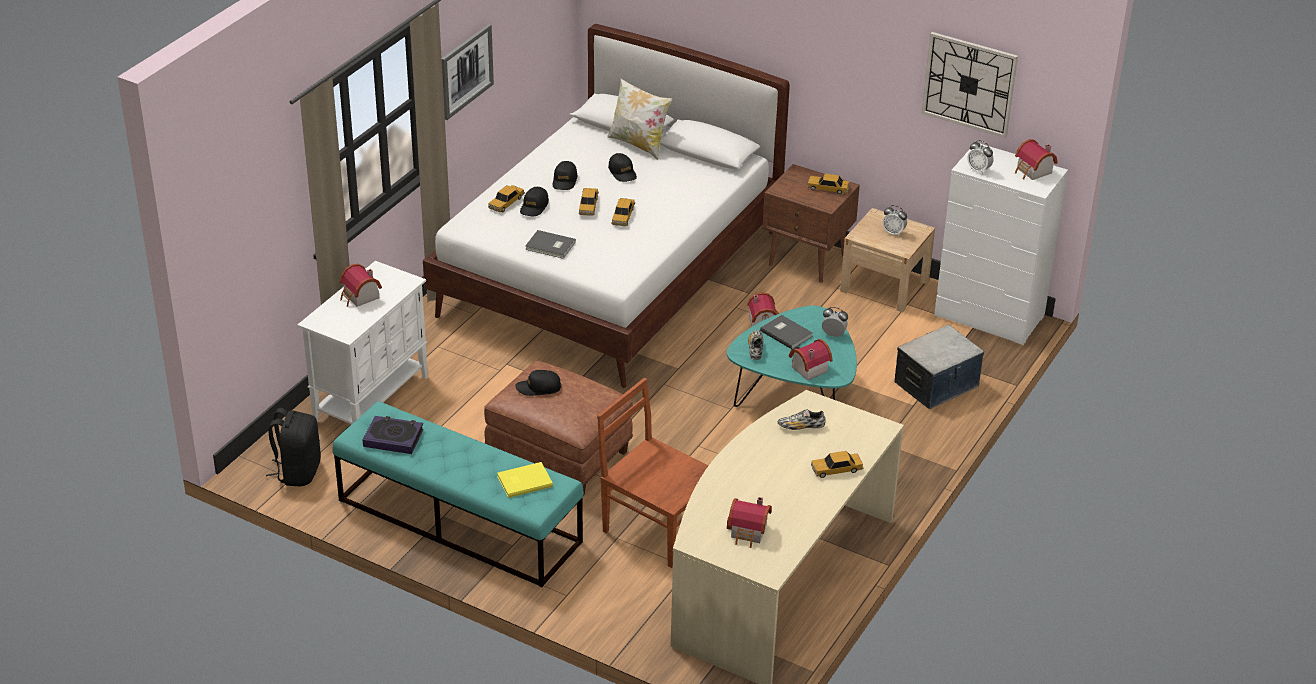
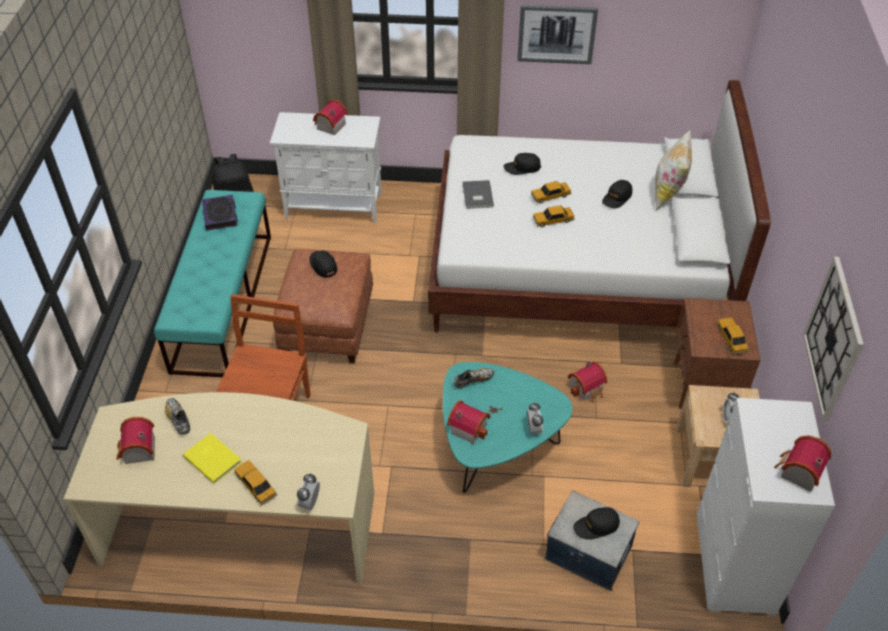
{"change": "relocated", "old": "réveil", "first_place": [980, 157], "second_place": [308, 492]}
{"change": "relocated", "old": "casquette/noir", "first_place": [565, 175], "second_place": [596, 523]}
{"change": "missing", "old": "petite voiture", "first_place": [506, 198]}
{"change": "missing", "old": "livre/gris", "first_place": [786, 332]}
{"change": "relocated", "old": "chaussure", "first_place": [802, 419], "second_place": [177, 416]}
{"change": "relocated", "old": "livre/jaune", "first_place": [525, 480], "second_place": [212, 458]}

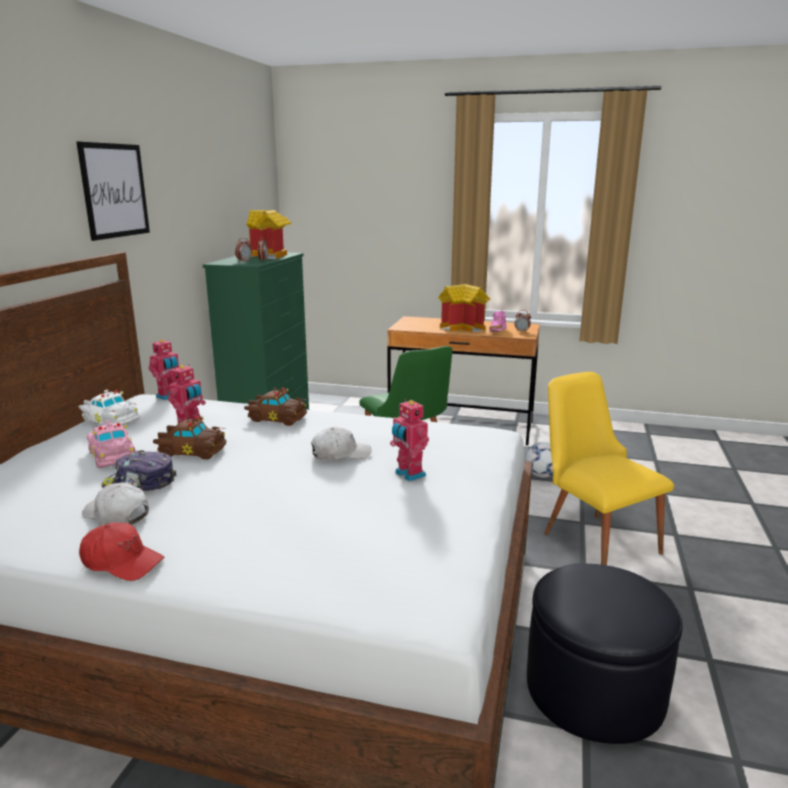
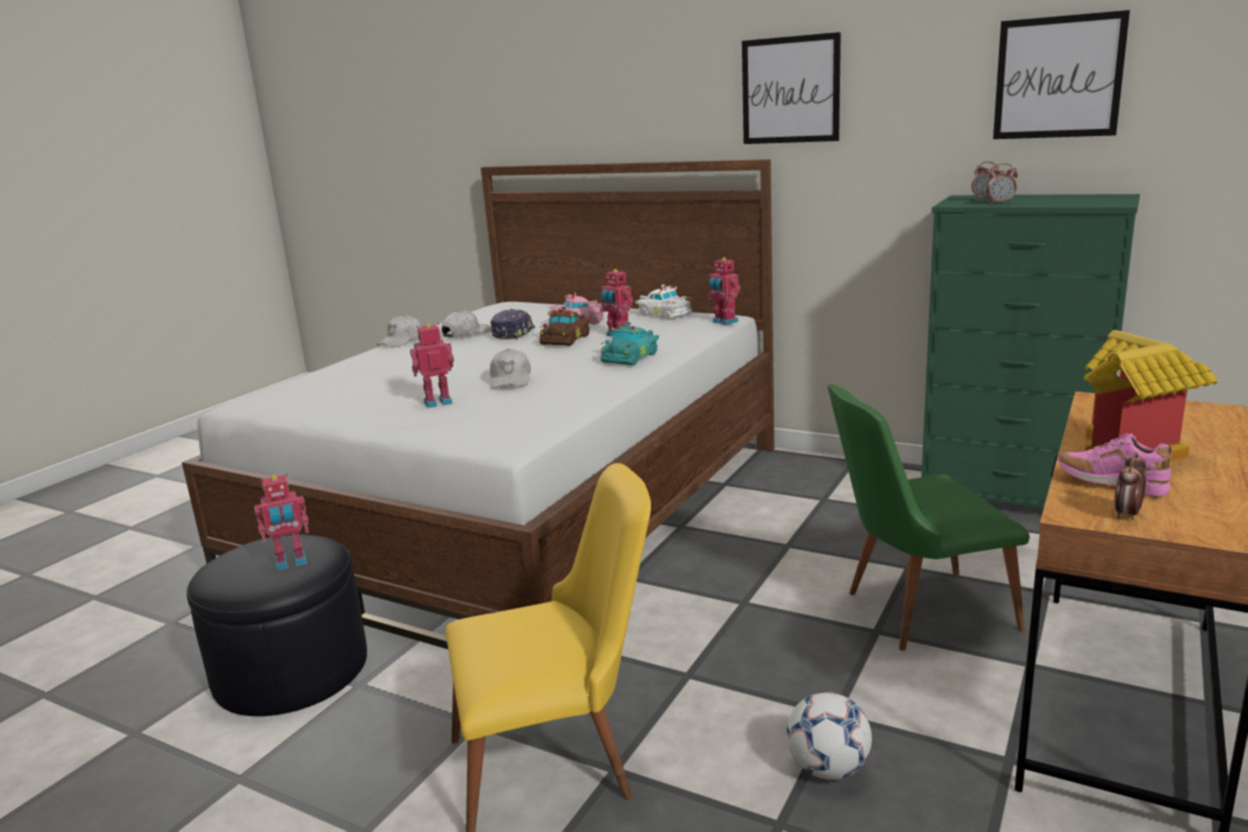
{"change": "missing", "old": "maison miniature", "first_place": [269, 234]}
{"change": "colour", "old": "petite voiture/marron", "new": "petite voiture/turquoise", "first_place": [275, 406], "second_place": [629, 343]}
{"change": "spun", "old": "petite voiture/blanc", "first_place": [109, 407], "second_place": [663, 302], "degrees": -90}
{"change": "colour", "old": "casquette/rouge", "new": "casquette/blanc", "first_place": [121, 551], "second_place": [400, 331]}
{"change": "appeared", "new": "tableau", "second_place": [1061, 74]}
{"change": "appeared", "new": "robot jouet", "second_place": [281, 522]}

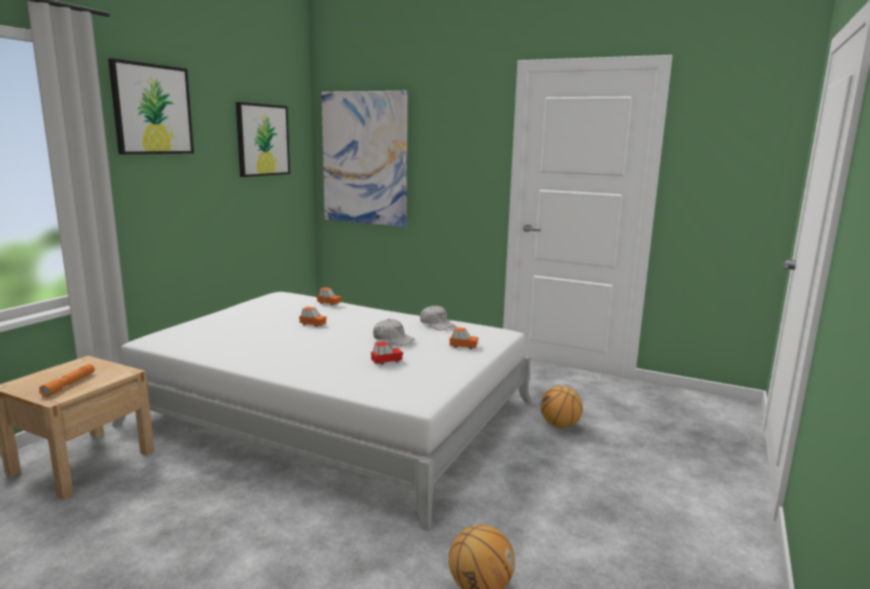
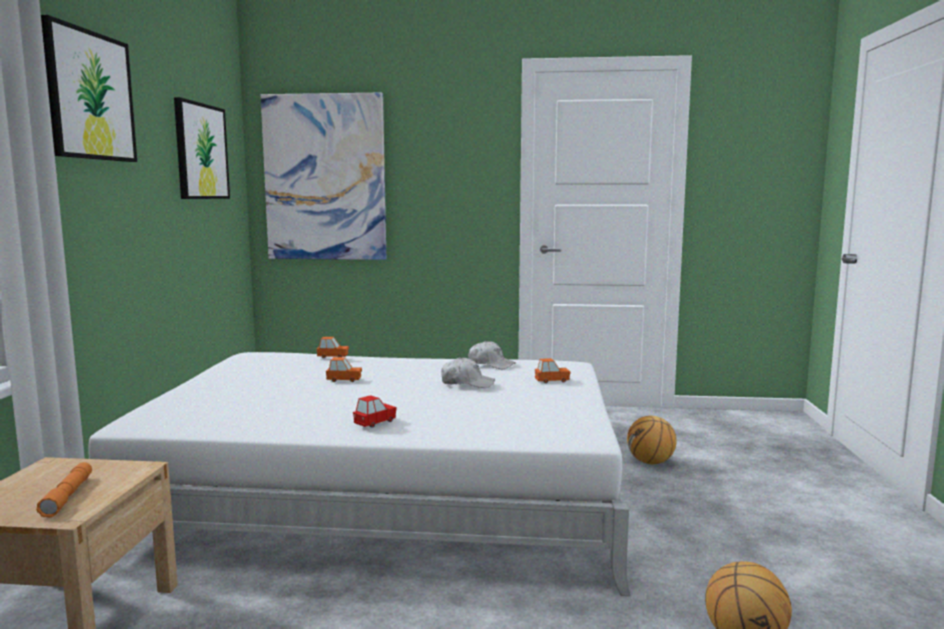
{"change": "relocated", "old": "petite voiture/rouge", "first_place": [387, 353], "second_place": [375, 411]}

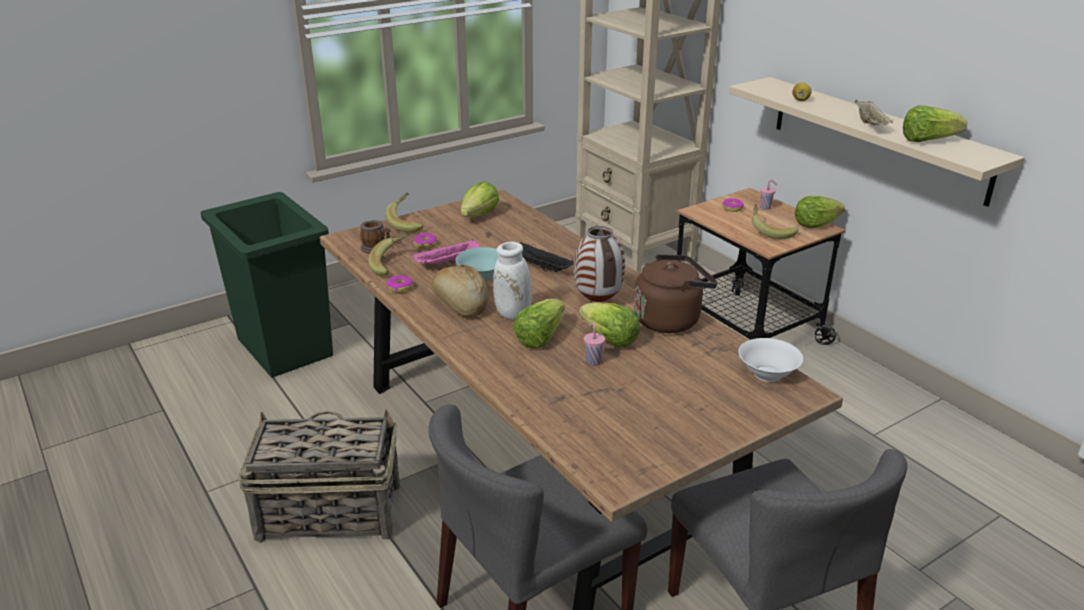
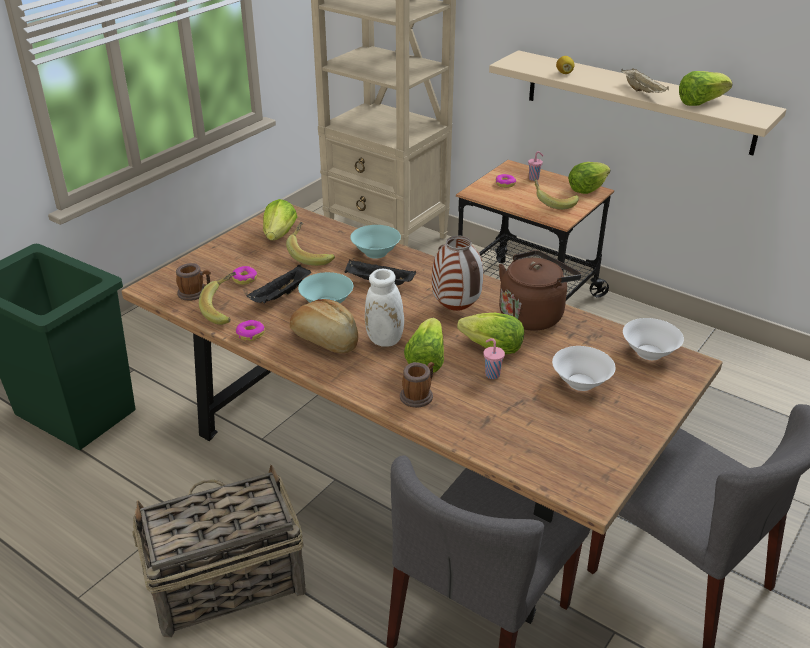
{"change": "relocated", "old": "banane", "first_place": [404, 213], "second_place": [310, 244]}
{"change": "colour", "old": "plateau/rose", "new": "plateau/noir", "first_place": [445, 251], "second_place": [279, 284]}
{"change": "appeared", "new": "bol/turquoise", "second_place": [375, 242]}
{"change": "appeared", "new": "bol/blanc", "second_place": [584, 368]}
{"change": "appeared", "new": "mug", "second_place": [417, 385]}

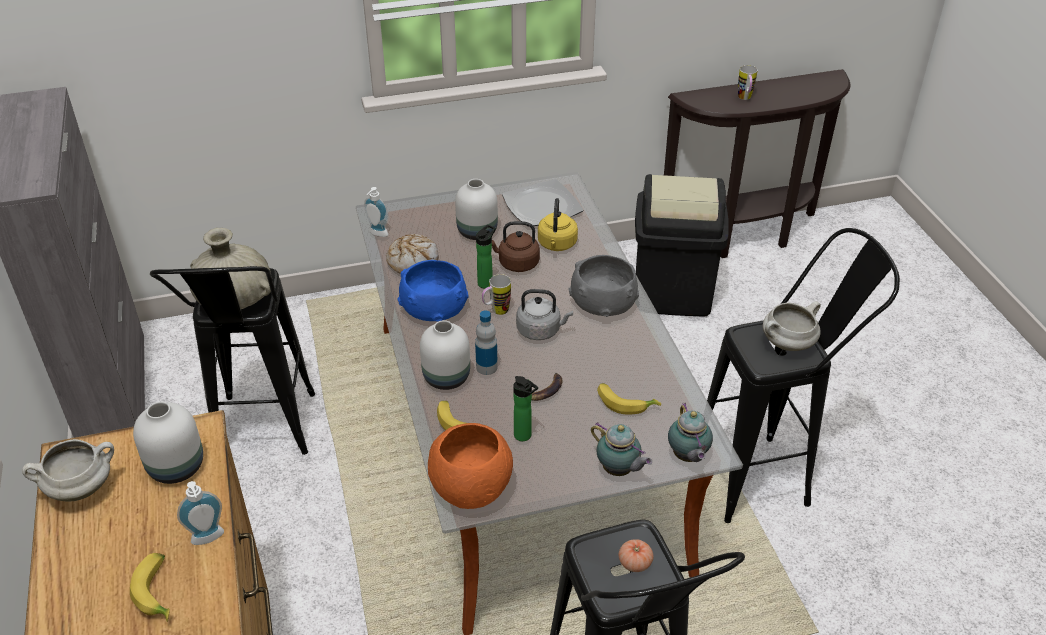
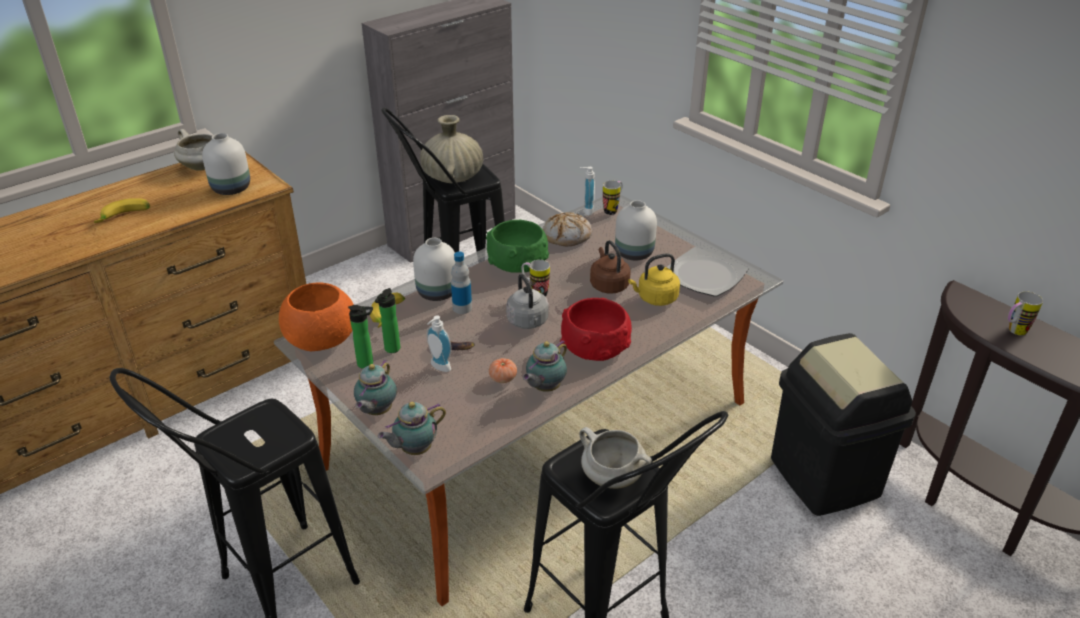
{"change": "relocated", "old": "bouteille", "first_place": [485, 257], "second_place": [360, 337]}
{"change": "colour", "old": "bol/gris", "new": "bol/rouge", "first_place": [604, 286], "second_place": [596, 329]}
{"change": "colour", "old": "bol/bleu", "new": "bol/vert", "first_place": [433, 291], "second_place": [517, 246]}
{"change": "missing", "old": "banane", "first_place": [629, 399]}
{"change": "relocated", "old": "distributeur de savon", "first_place": [200, 513], "second_place": [439, 343]}
{"change": "relocated", "old": "tomate", "first_place": [636, 555], "second_place": [503, 370]}
{"change": "appeared", "new": "mug", "second_place": [613, 198]}
{"change": "appeared", "new": "théière", "second_place": [545, 366]}

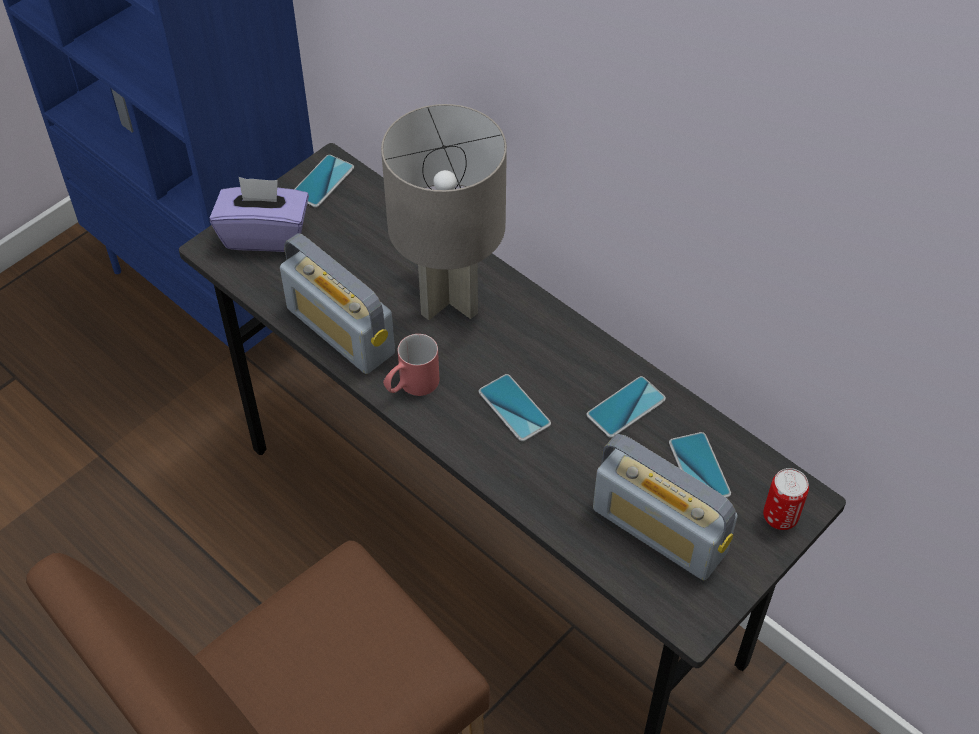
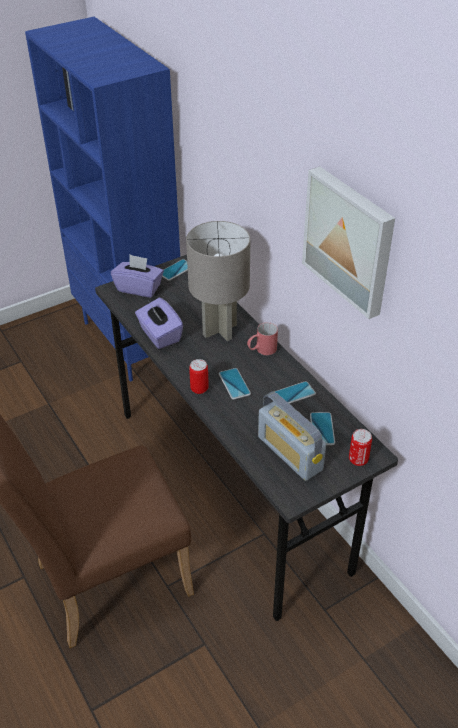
{"change": "exchanged", "old": "radio", "new": "boîte à mouchoirs/violet", "first_place": [337, 303], "second_place": [159, 323]}
{"change": "relocated", "old": "mug/rouge", "first_place": [411, 365], "second_place": [262, 338]}
{"change": "appeared", "new": "tableau", "second_place": [348, 243]}
{"change": "appeared", "new": "boîte métallique", "second_place": [199, 376]}

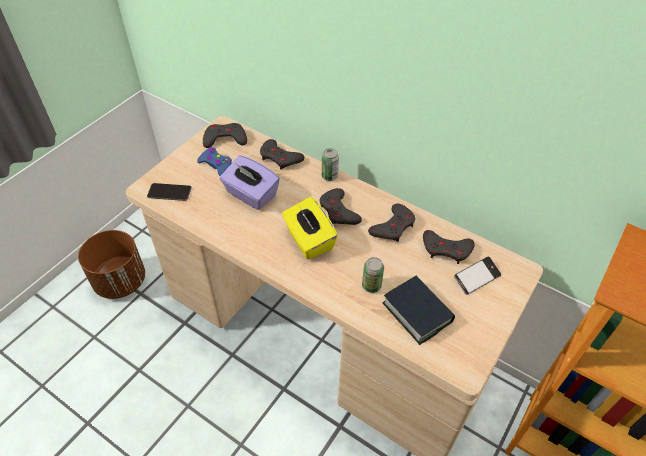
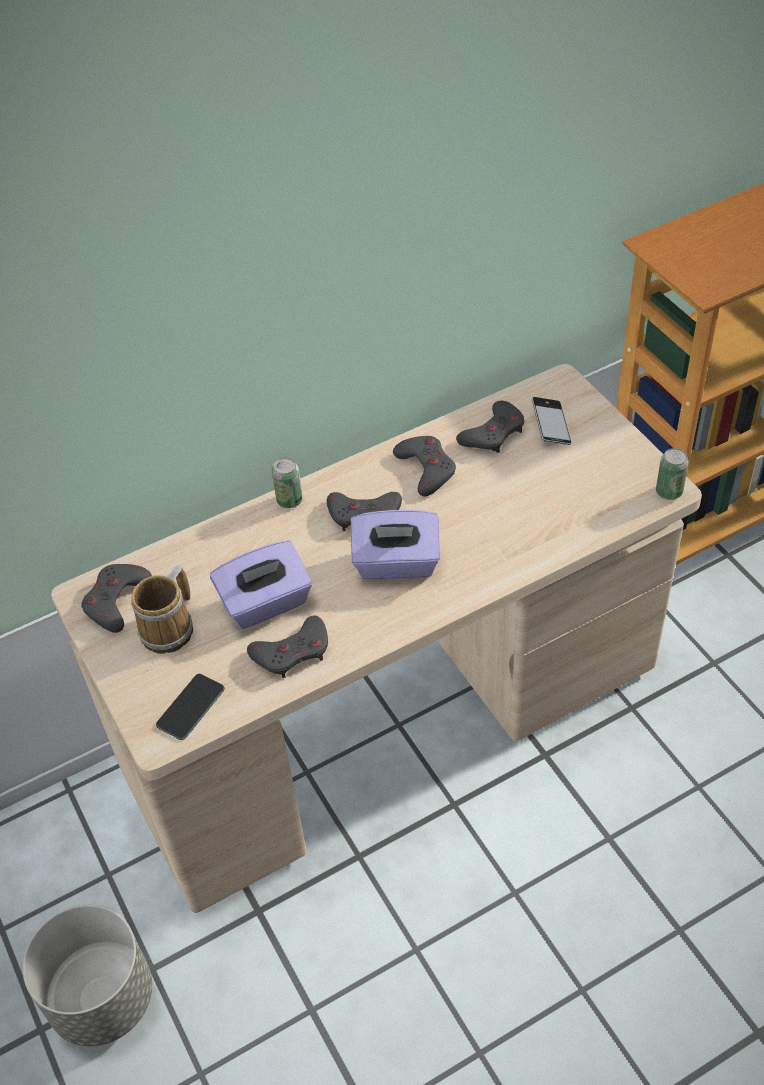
{"change": "relocated", "old": "manette/gris", "first_place": [282, 154], "second_place": [287, 647]}
{"change": "exchanged", "old": "manette/bleu", "new": "mug", "first_place": [214, 161], "second_place": [162, 609]}
{"change": "colour", "old": "boîte à mouchoirs/jaune", "new": "boîte à mouchoirs/violet", "first_place": [310, 228], "second_place": [395, 545]}
{"change": "colour", "old": "cache-pot/marron", "new": "cache-pot/gris", "first_place": [111, 264], "second_place": [87, 975]}
{"change": "relocated", "old": "boîte métallique", "first_place": [373, 275], "second_place": [672, 474]}
{"change": "missing", "old": "livre", "first_place": [419, 310]}

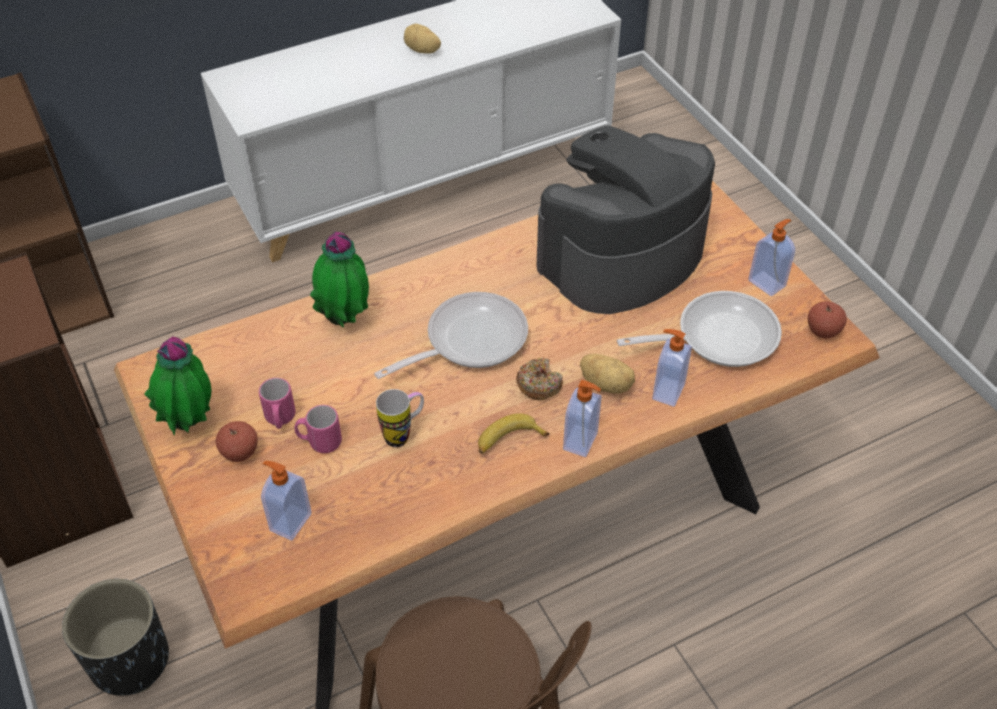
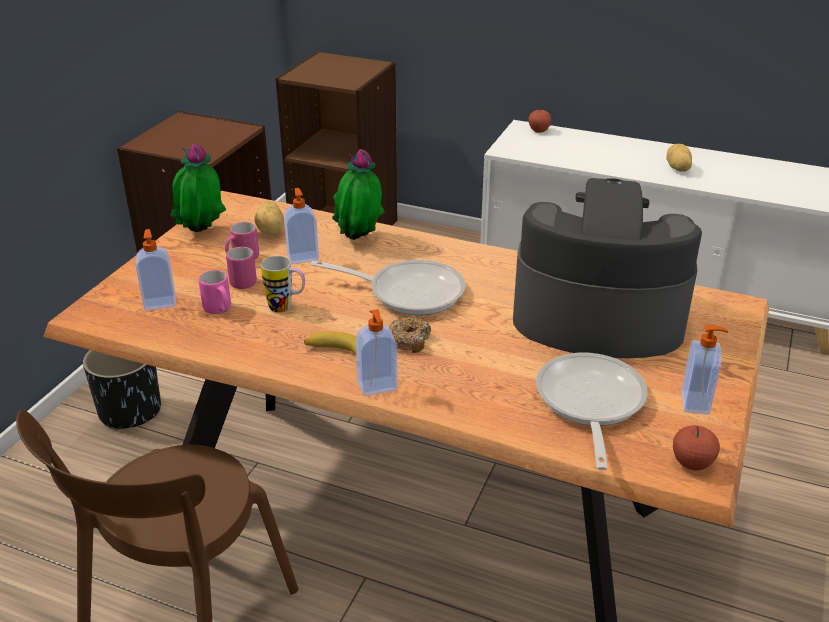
{"change": "spun", "old": "poêle", "first_place": [699, 329], "second_place": [592, 411], "degrees": -120}
{"change": "relocated", "old": "distributeur de savon", "first_place": [672, 368], "second_place": [301, 226]}
{"change": "relocated", "old": "pomme de terre", "first_place": [607, 374], "second_place": [269, 217]}
{"change": "relocated", "old": "pomme", "first_place": [237, 441], "second_place": [540, 121]}
{"change": "appeared", "new": "mug/rose", "second_place": [214, 292]}

